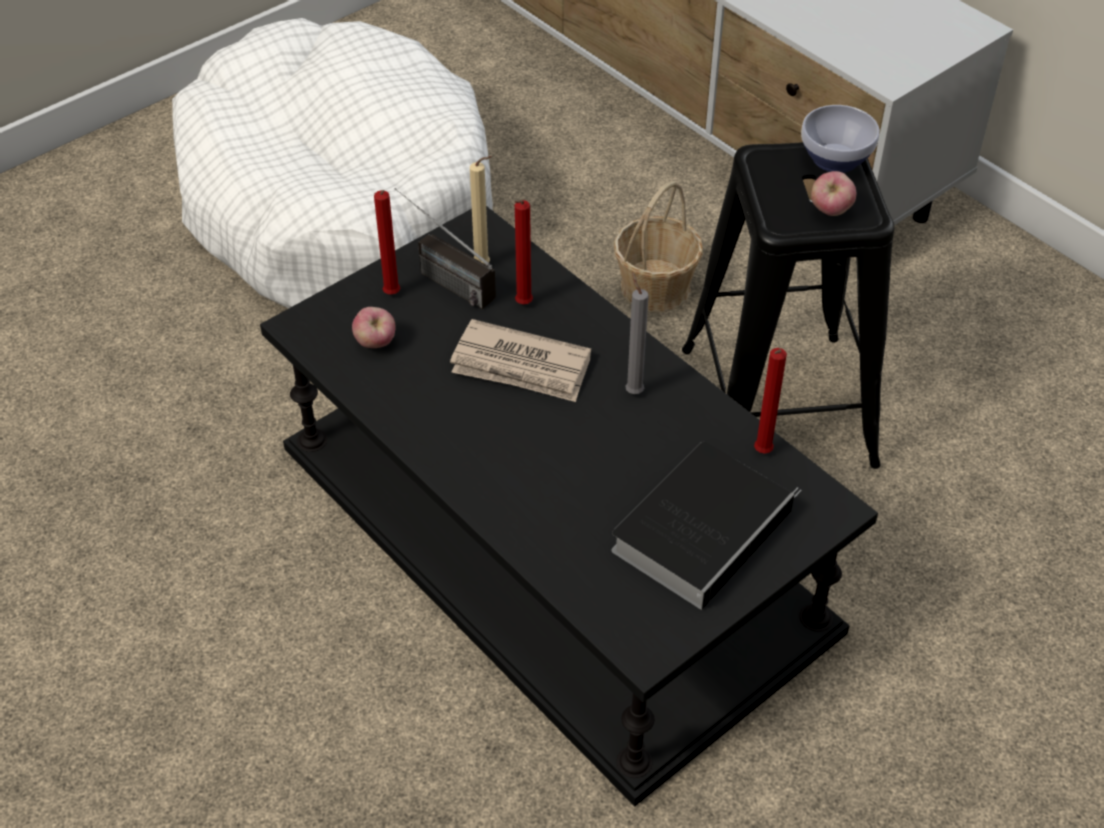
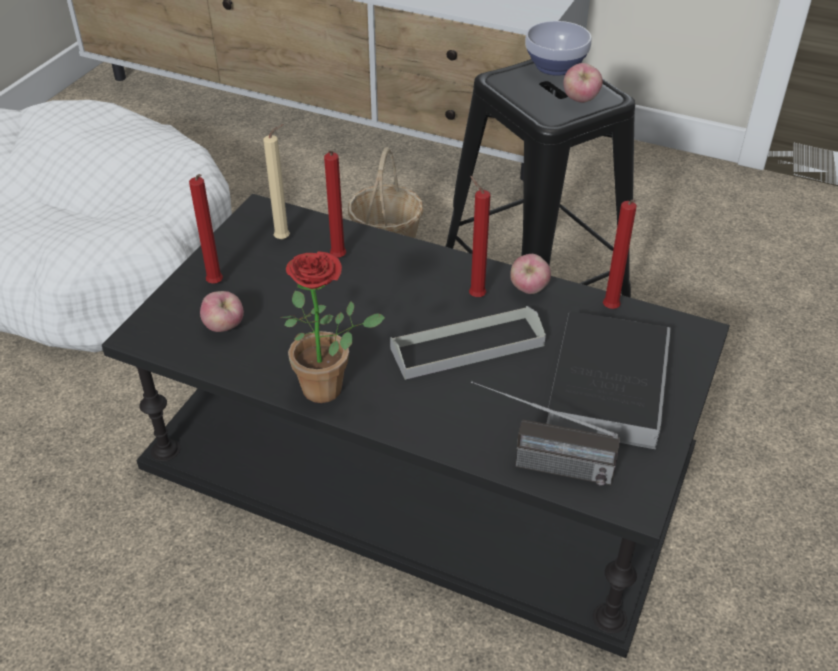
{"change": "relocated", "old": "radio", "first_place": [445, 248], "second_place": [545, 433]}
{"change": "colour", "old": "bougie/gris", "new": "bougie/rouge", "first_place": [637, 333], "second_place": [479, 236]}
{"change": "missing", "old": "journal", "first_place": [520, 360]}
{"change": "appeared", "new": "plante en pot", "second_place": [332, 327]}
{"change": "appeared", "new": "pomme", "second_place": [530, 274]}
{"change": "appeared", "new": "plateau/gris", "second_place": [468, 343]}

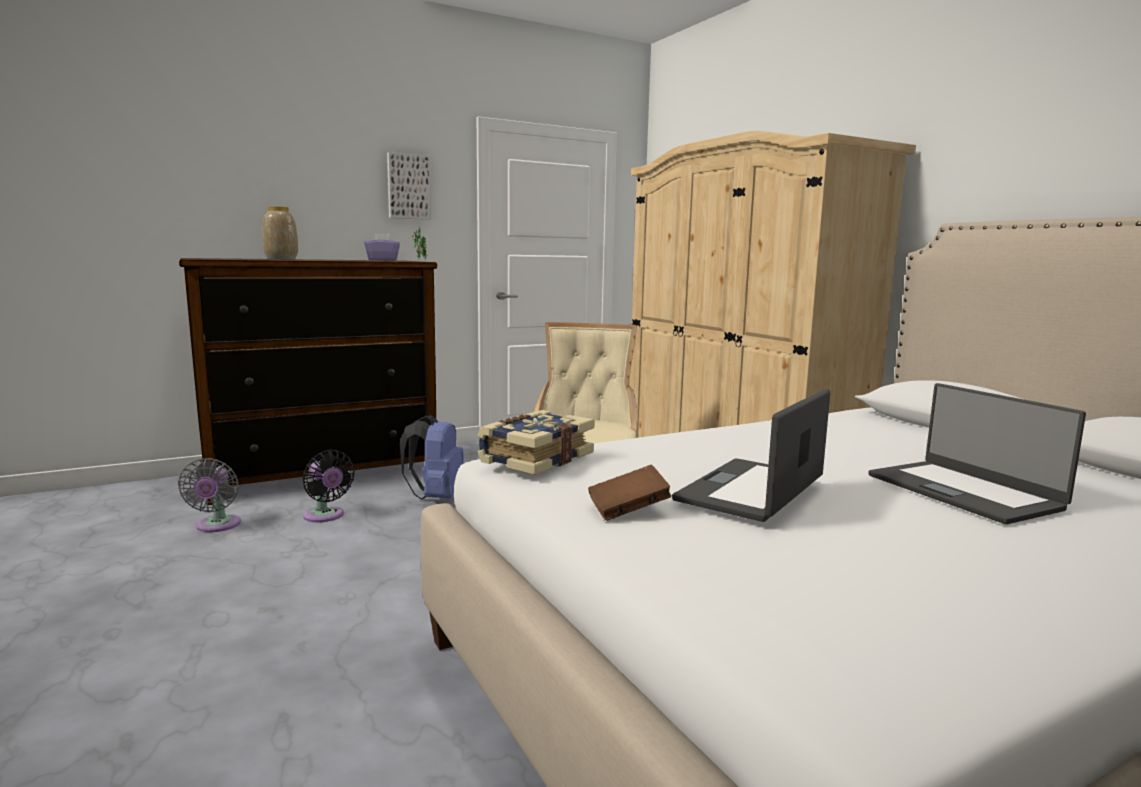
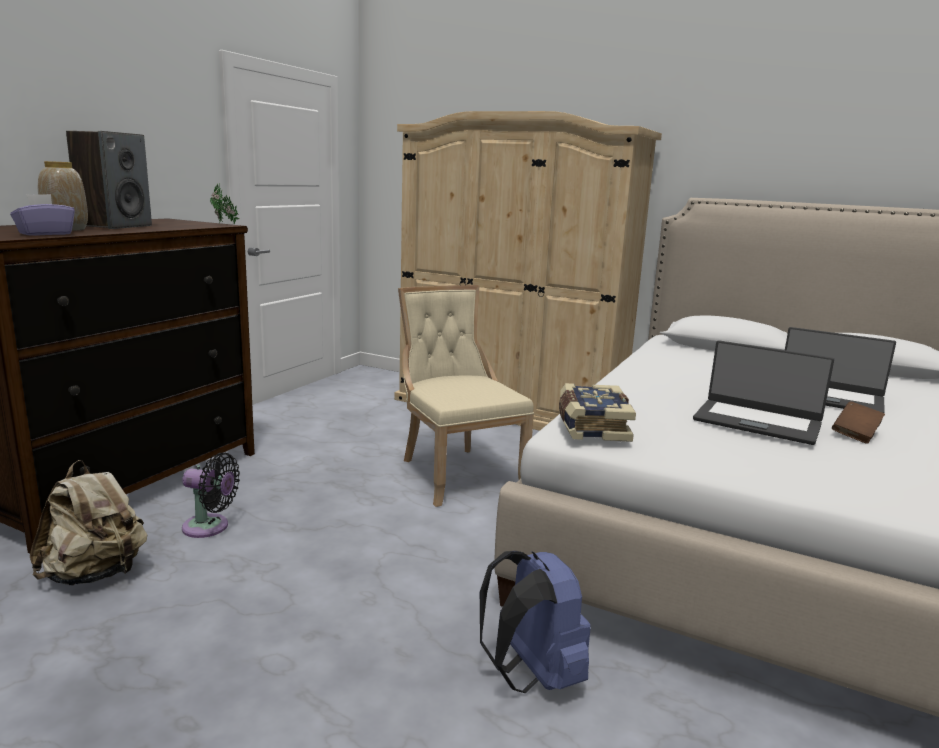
{"change": "missing", "old": "tableau", "first_place": [409, 186]}
{"change": "relocated", "old": "boîte à mouchoirs/violet", "first_place": [382, 247], "second_place": [42, 215]}
{"change": "spun", "old": "ordinateur portable", "first_place": [751, 455], "second_place": [763, 392], "degrees": -60}
{"change": "relocated", "old": "sac à dos/bleu", "first_place": [432, 457], "second_place": [535, 622]}
{"change": "exchanged", "old": "ventilateur/gris", "new": "sac à dos/beige", "first_place": [209, 495], "second_place": [88, 522]}
{"change": "relocated", "old": "livre/marron", "first_place": [630, 493], "second_place": [858, 422]}
{"change": "appeared", "new": "enceinte", "second_place": [109, 180]}

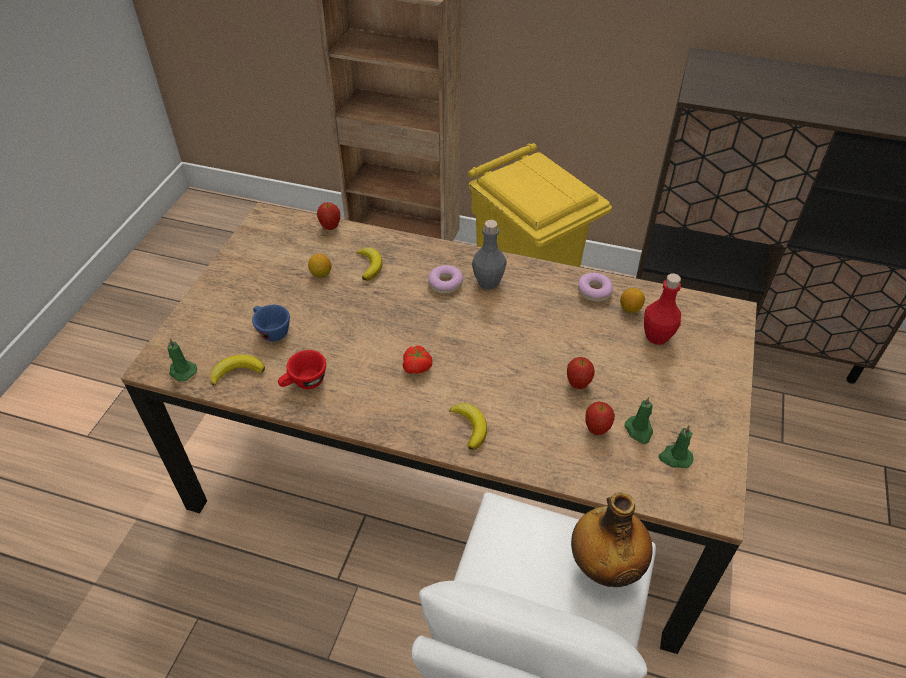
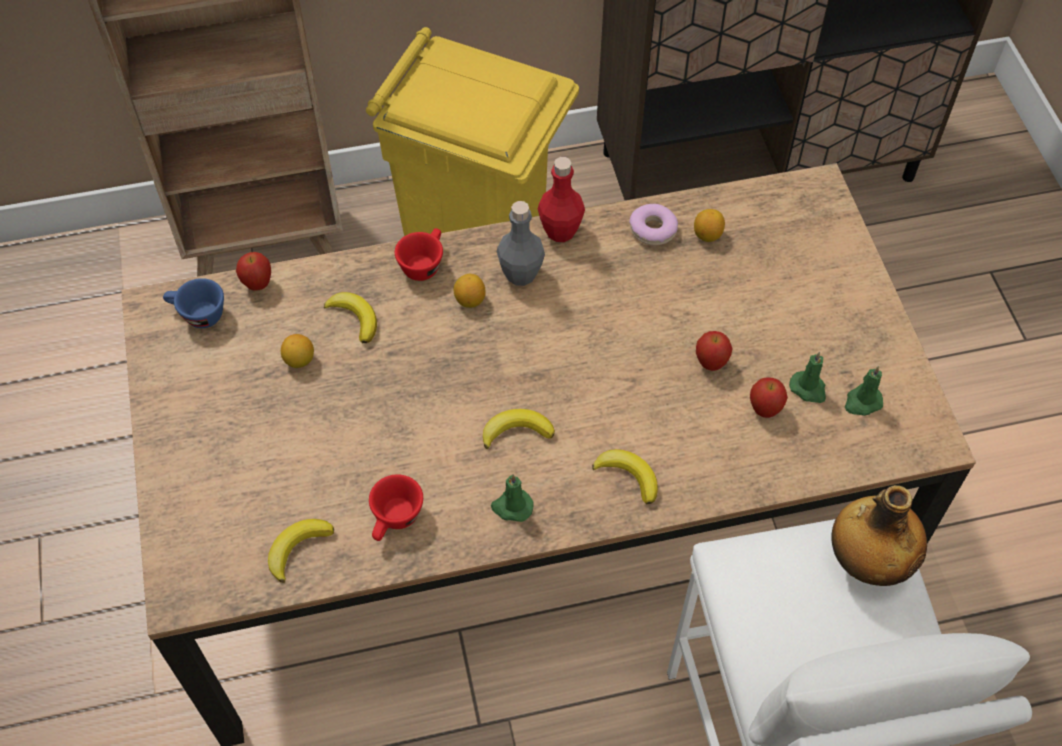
{"change": "exchanged", "old": "beignet", "new": "citron", "first_place": [445, 279], "second_place": [469, 291]}
{"change": "relocated", "old": "bouteille/rouge", "first_place": [662, 309], "second_place": [561, 199]}
{"change": "relocated", "old": "tasse/bleu", "first_place": [271, 323], "second_place": [193, 303]}
{"change": "relocated", "old": "bougie/vert", "first_place": [182, 360], "second_place": [512, 498]}
{"change": "exchanged", "old": "tomate", "new": "banane", "first_place": [418, 359], "second_place": [519, 429]}
{"change": "appeared", "new": "tasse/rouge", "second_place": [419, 254]}

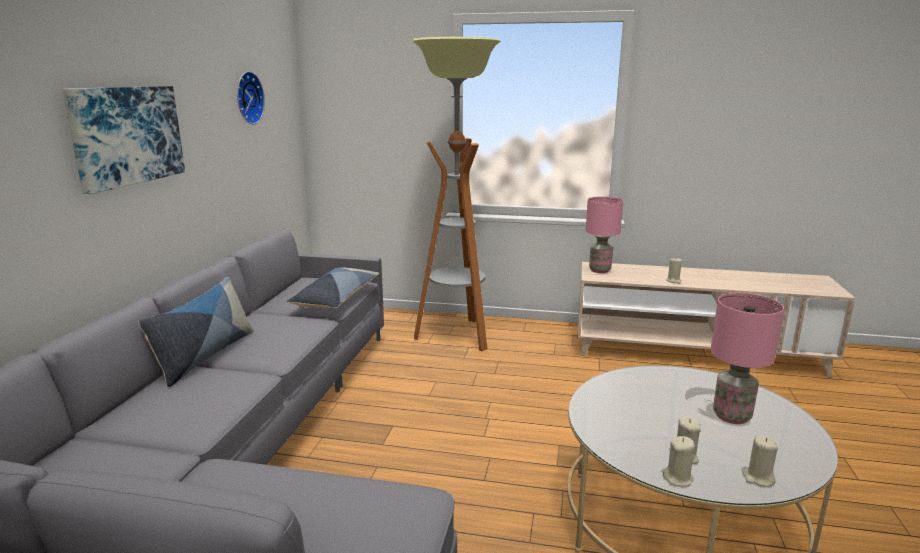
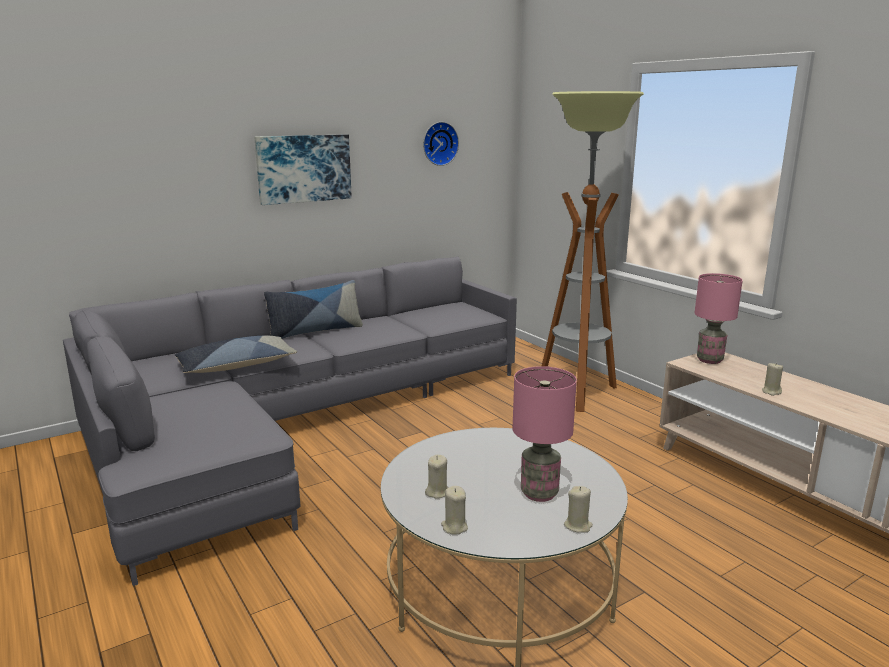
{"change": "relocated", "old": "coussin", "first_place": [333, 288], "second_place": [236, 354]}
{"change": "relocated", "old": "bougie/beige", "first_place": [679, 461], "second_place": [578, 509]}

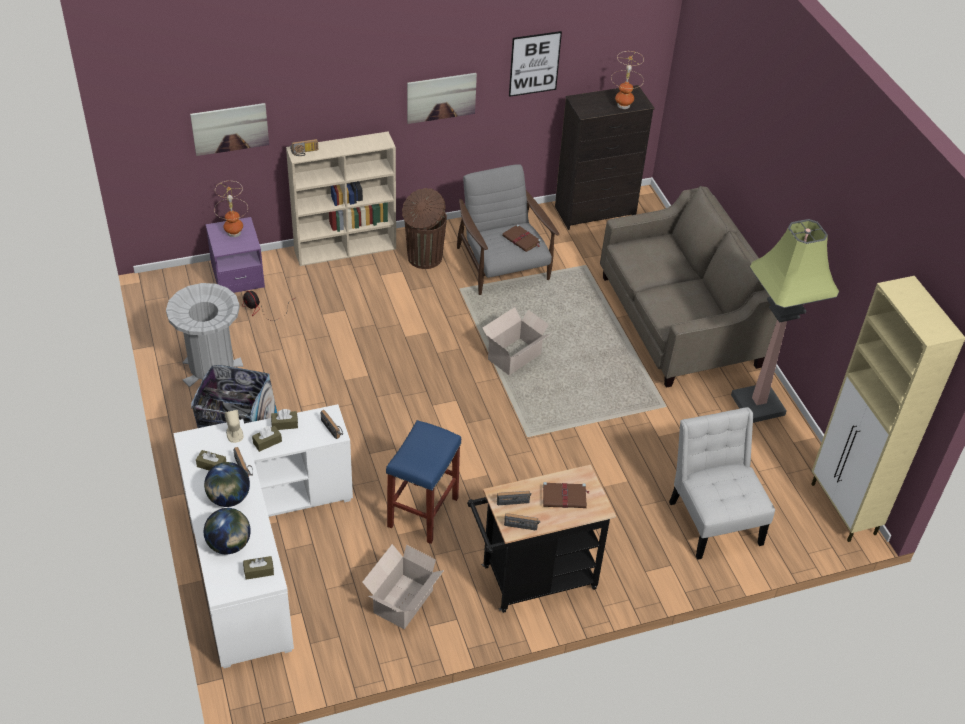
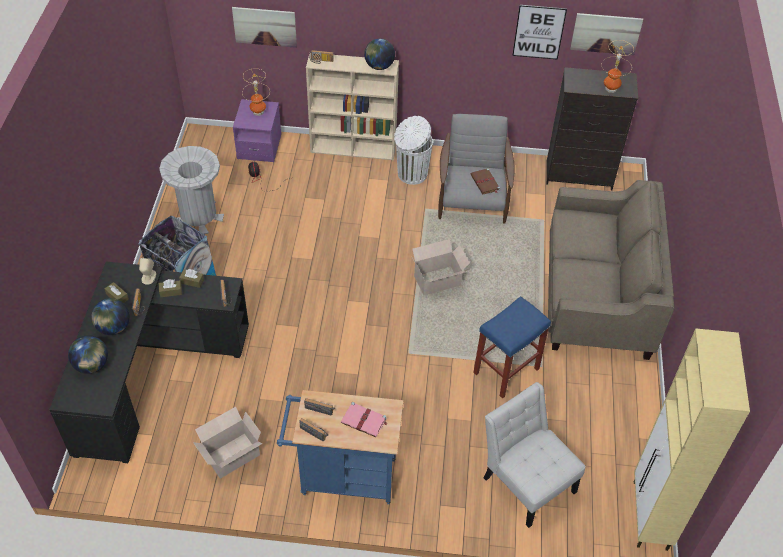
{"change": "relocated", "old": "tableau", "first_place": [442, 98], "second_place": [606, 34]}
{"change": "colour", "old": "poubelle/marron", "new": "poubelle/blanc", "first_place": [424, 228], "second_place": [413, 150]}
{"change": "missing", "old": "lampadaire", "first_place": [785, 321]}
{"change": "colour", "old": "bureau/blanc", "new": "bureau/noir", "first_place": [263, 536], "second_place": [149, 362]}
{"change": "spun", "old": "chaise/blanc", "first_place": [722, 483], "second_place": [534, 455], "degrees": -45}
{"change": "relocated", "old": "tabouret/bleu", "first_place": [424, 482], "second_place": [512, 347]}
{"change": "colour", "old": "chariot/noir", "new": "chariot/bleu", "first_place": [541, 539], "second_place": [340, 447]}
{"change": "colour", "old": "livre/marron", "new": "livre/rose", "first_place": [566, 495], "second_place": [364, 419]}
{"change": "missing", "old": "boîte à mouchoirs/marron", "first_place": [258, 568]}
{"change": "appeared", "new": "globe", "second_place": [379, 54]}

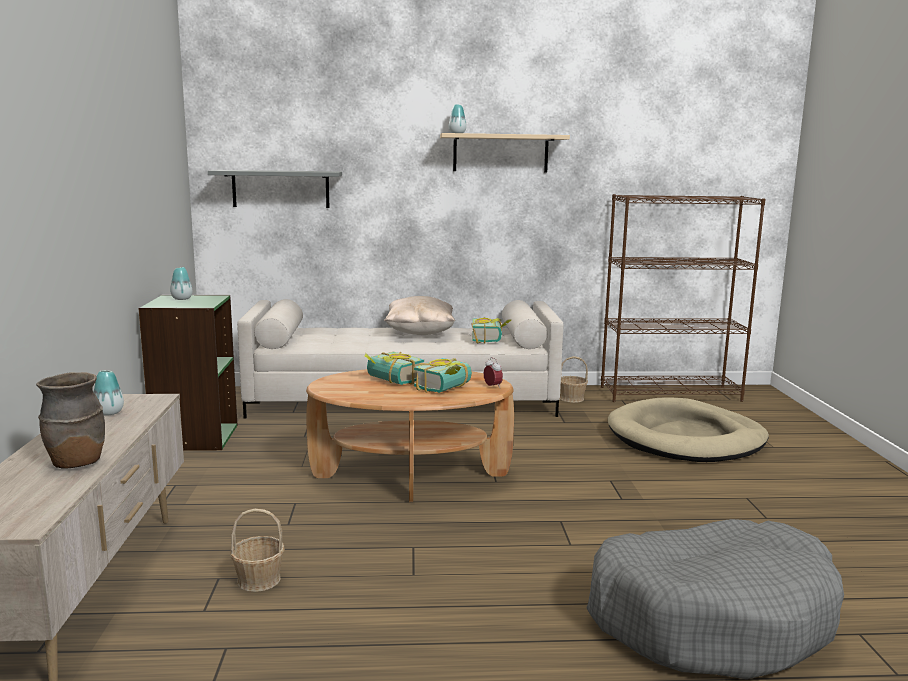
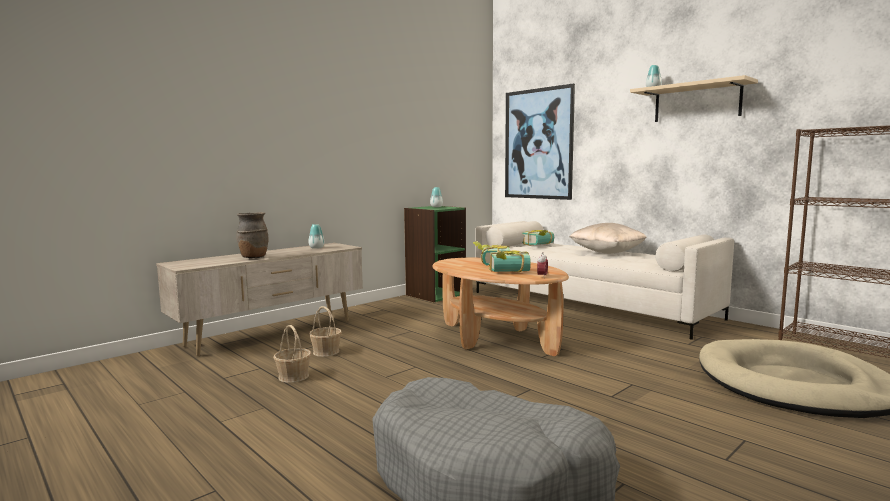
{"change": "exchanged", "old": "étagère/gris", "new": "tableau", "first_place": [275, 189], "second_place": [540, 142]}
{"change": "relocated", "old": "livre", "first_place": [491, 330], "second_place": [538, 238]}
{"change": "relocated", "old": "panier", "first_place": [574, 379], "second_place": [292, 354]}

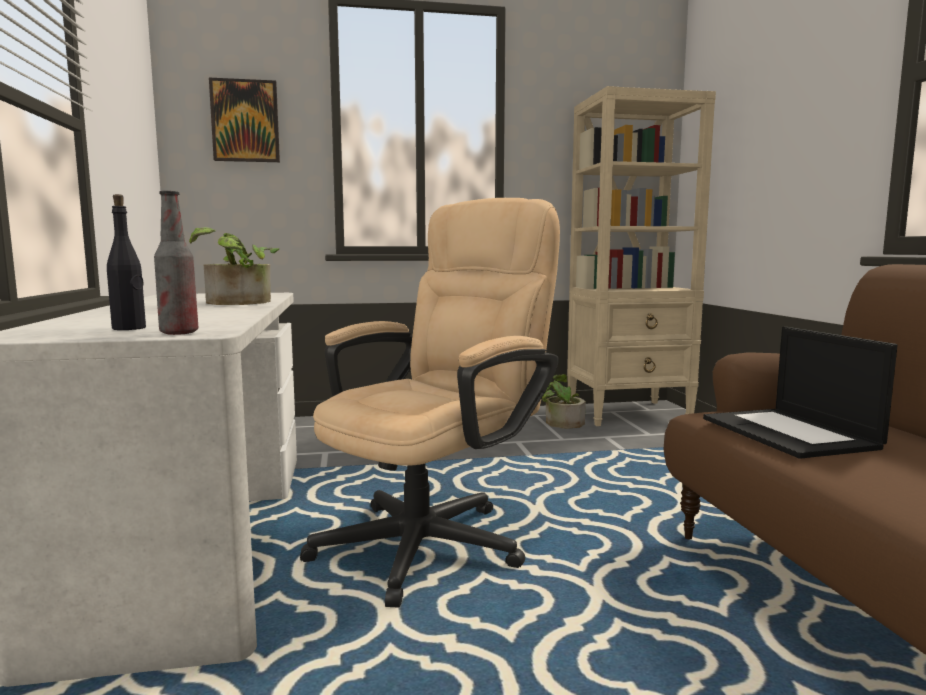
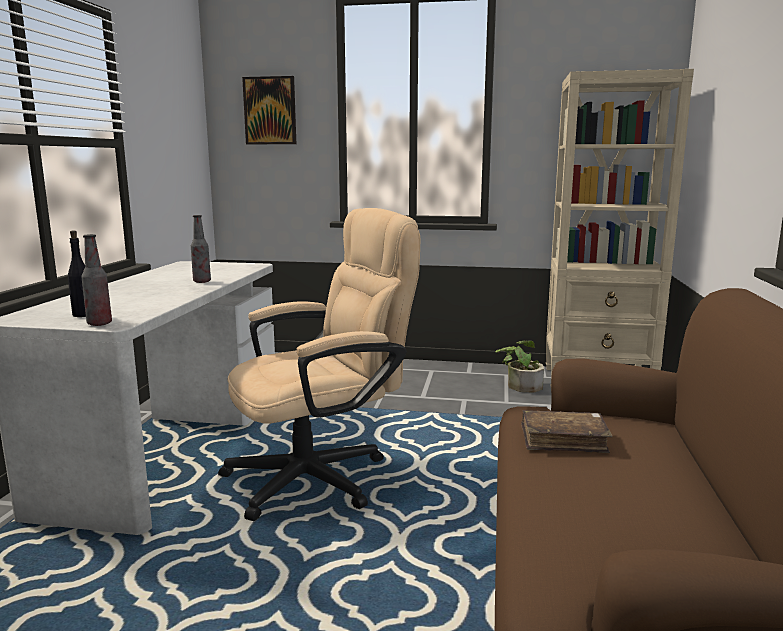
{"change": "exchanged", "old": "plante en pot", "new": "bouteille", "first_place": [234, 266], "second_place": [201, 249]}
{"change": "exchanged", "old": "ordinateur portable", "new": "livre/marron", "first_place": [800, 393], "second_place": [566, 431]}

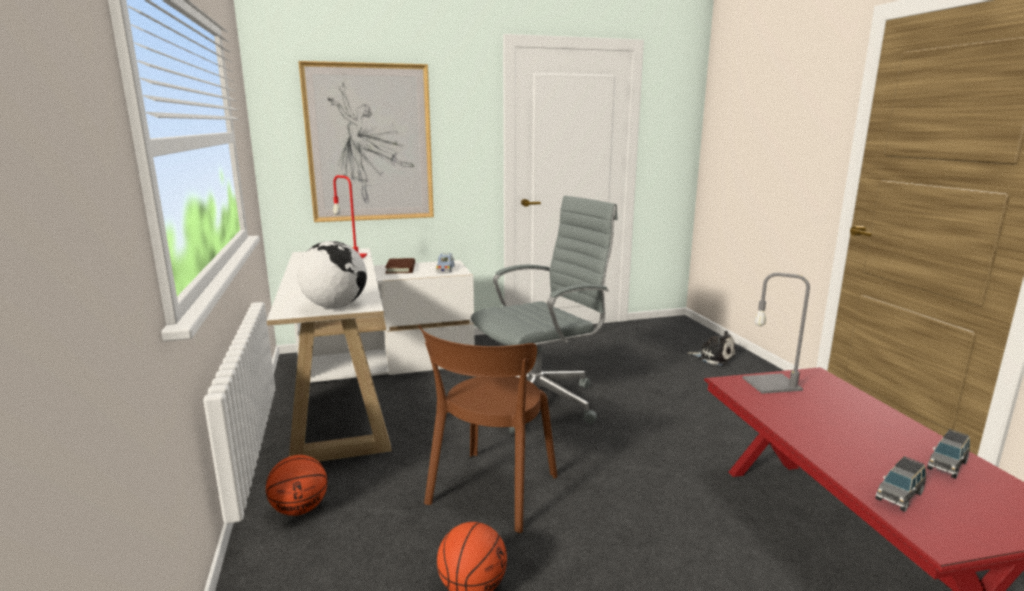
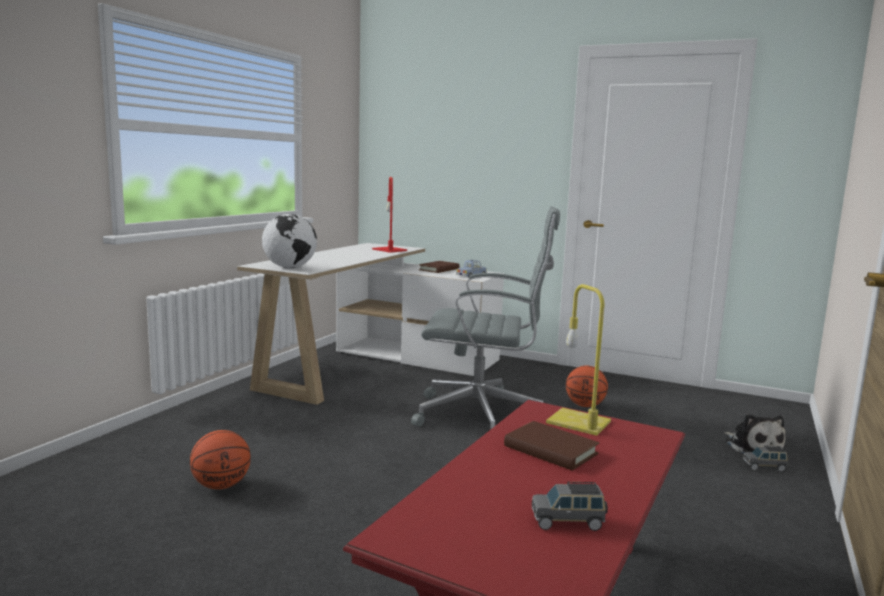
{"change": "missing", "old": "tableau", "first_place": [366, 141]}
{"change": "colour", "old": "lampe de table/gris", "new": "lampe de table/jaune", "first_place": [776, 333], "second_place": [578, 360]}
{"change": "missing", "old": "chaise/marron", "first_place": [487, 429]}
{"change": "relocated", "old": "ballon de basket", "first_place": [296, 485], "second_place": [587, 386]}
{"change": "relocated", "old": "petite voiture/gris", "first_place": [900, 484], "second_place": [765, 458]}
{"change": "appeared", "new": "livre/marron", "second_place": [551, 445]}

